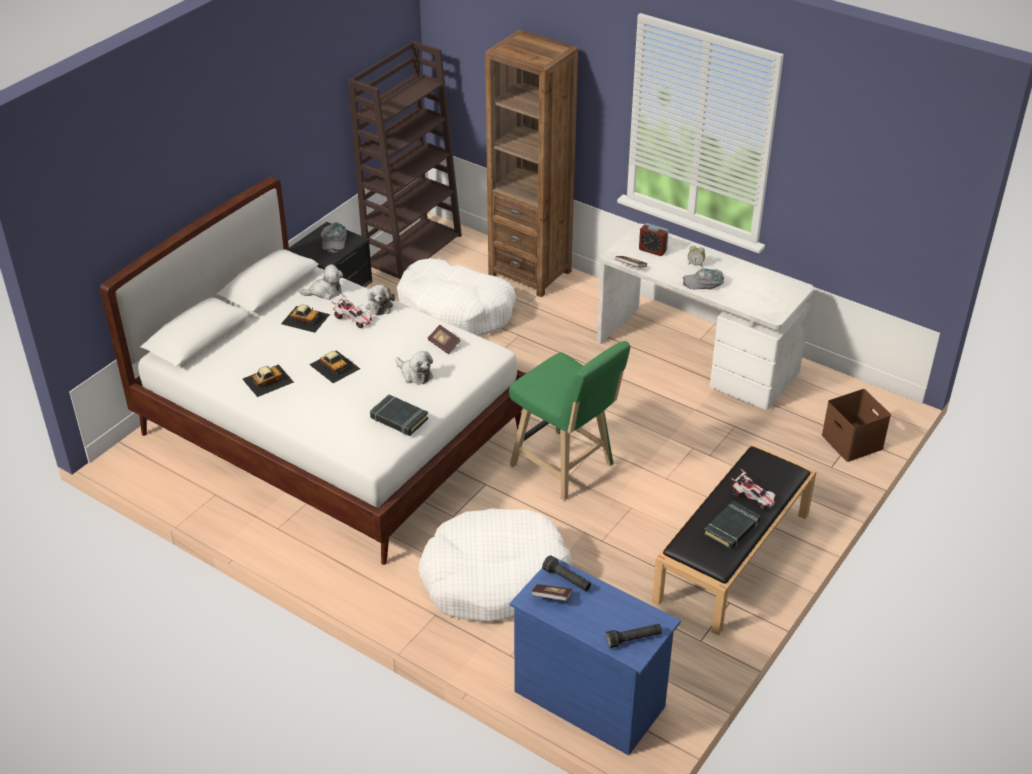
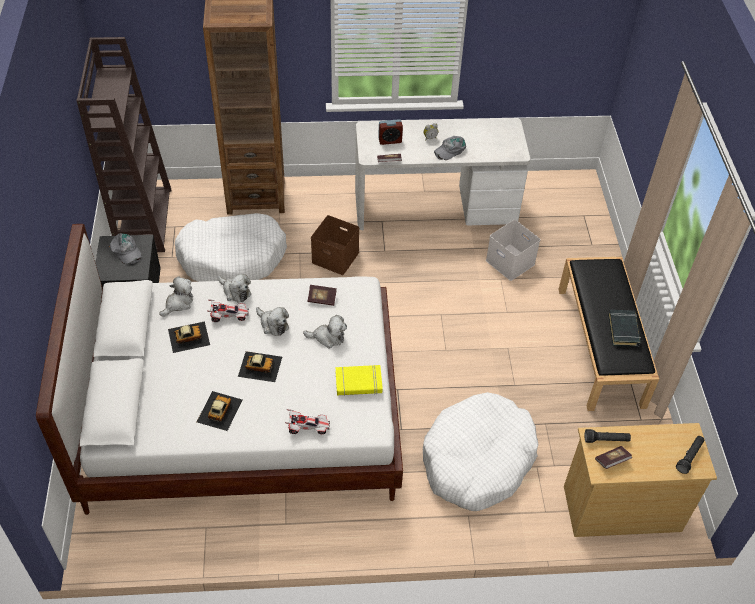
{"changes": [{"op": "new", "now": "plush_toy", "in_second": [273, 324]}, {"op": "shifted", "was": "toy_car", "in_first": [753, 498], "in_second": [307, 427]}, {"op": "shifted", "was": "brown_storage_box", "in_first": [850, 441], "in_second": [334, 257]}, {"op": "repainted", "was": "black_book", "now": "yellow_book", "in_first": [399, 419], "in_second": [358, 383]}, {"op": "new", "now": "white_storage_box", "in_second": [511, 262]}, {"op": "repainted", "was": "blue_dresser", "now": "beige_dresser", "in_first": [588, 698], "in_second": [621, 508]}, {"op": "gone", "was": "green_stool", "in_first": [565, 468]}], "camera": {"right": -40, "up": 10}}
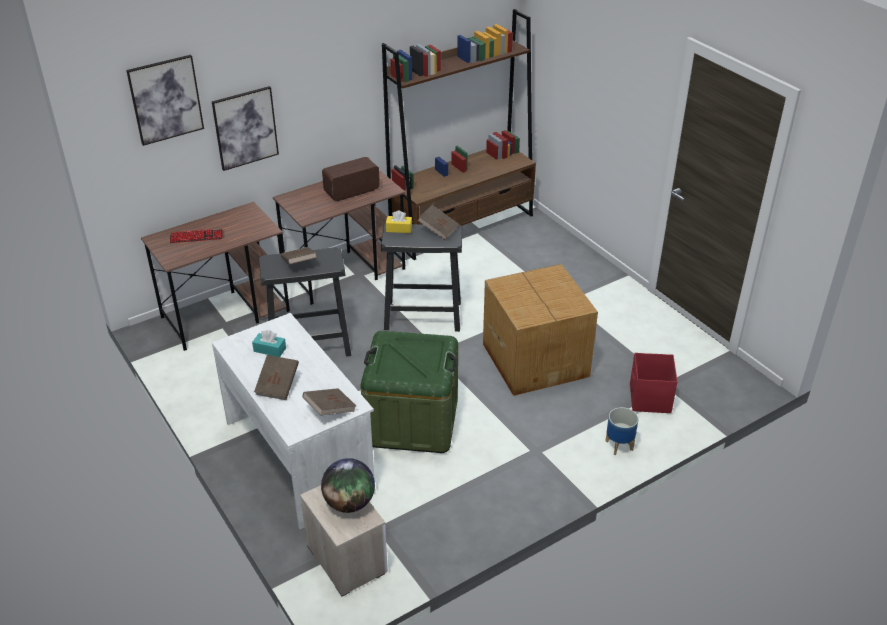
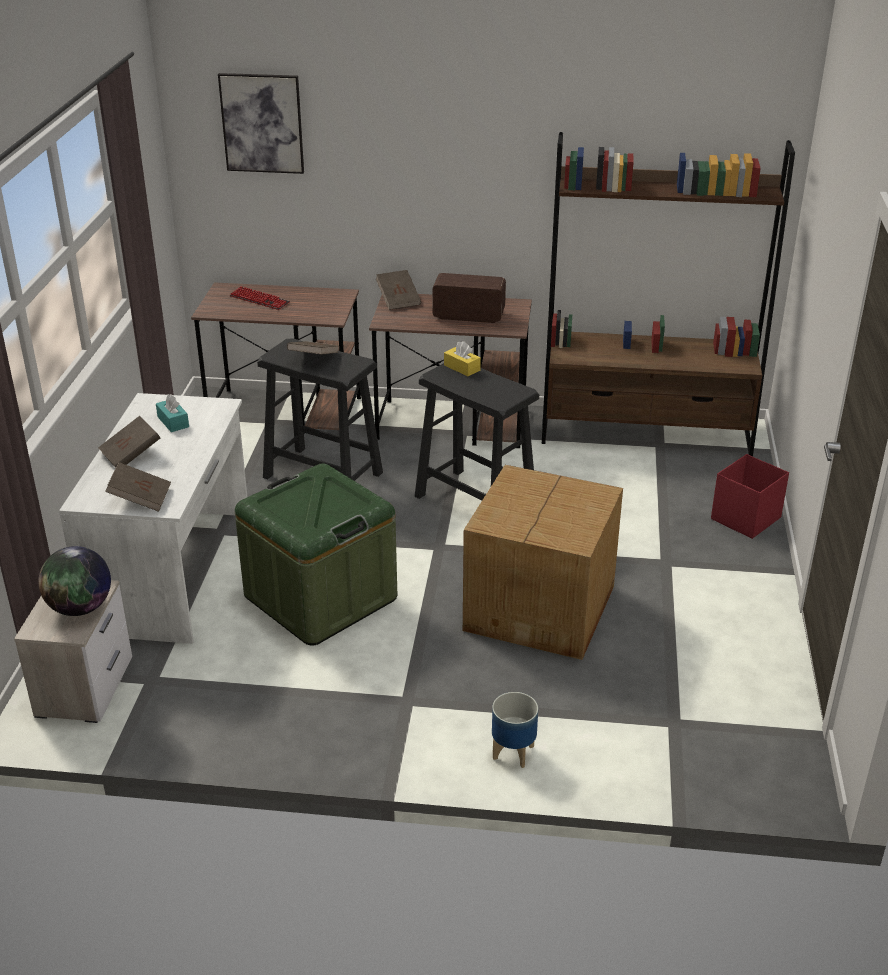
{"changes": [{"op": "shifted", "was": "brown_book", "in_first": [438, 230], "in_second": [398, 300]}, {"op": "shifted", "was": "red_storage_box", "in_first": [649, 399], "in_second": [744, 519]}, {"op": "gone", "was": "picture", "in_first": [245, 128]}], "camera": {"right": 40, "up": -5}}
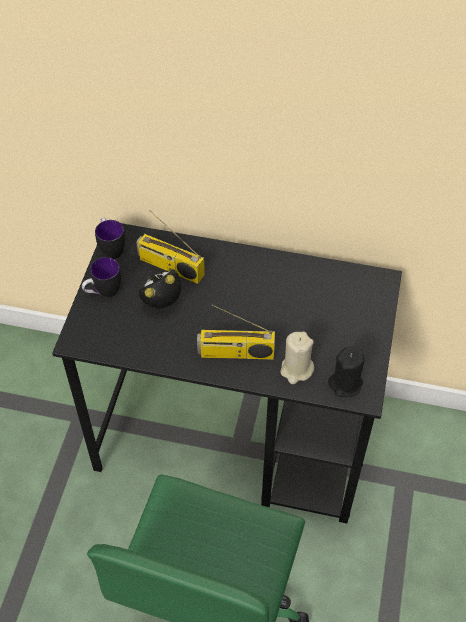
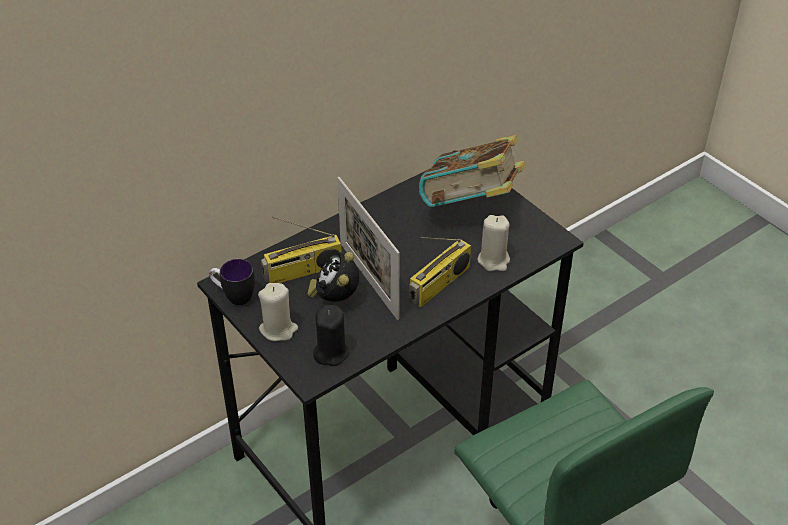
{"changes": [{"op": "swapped", "was": "mug", "now": "beige_candle", "in_first": [103, 293], "in_second": [278, 329]}, {"op": "shifted", "was": "black_candle", "in_first": [345, 384], "in_second": [331, 352]}, {"op": "new", "now": "picture_frame", "in_second": [368, 280]}, {"op": "new", "now": "book", "in_second": [471, 206]}], "camera": {"right": -50, "up": -10}}
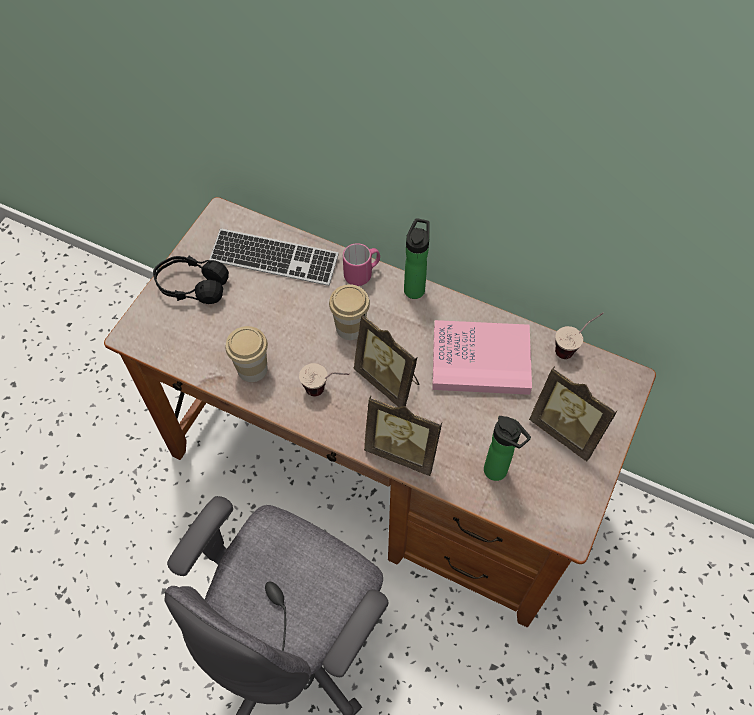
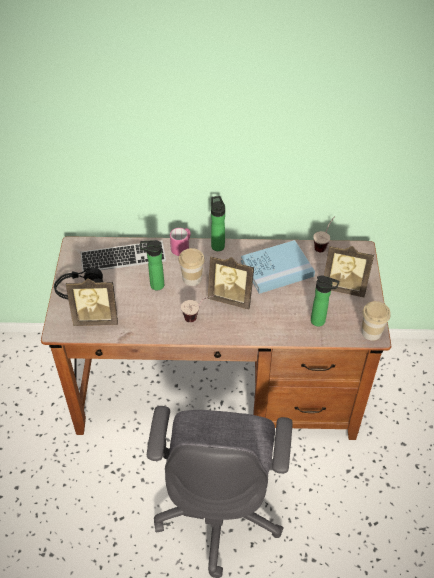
{"changes": [{"op": "shifted", "was": "picture_frame", "in_first": [403, 450], "in_second": [96, 318]}, {"op": "new", "now": "bottle", "in_second": [154, 285]}, {"op": "repainted", "was": "pink_book", "now": "blue_book", "in_first": [480, 360], "in_second": [277, 269]}, {"op": "shifted", "was": "cup", "in_first": [252, 369], "in_second": [371, 332]}], "camera": {"right": -25, "up": -10}}
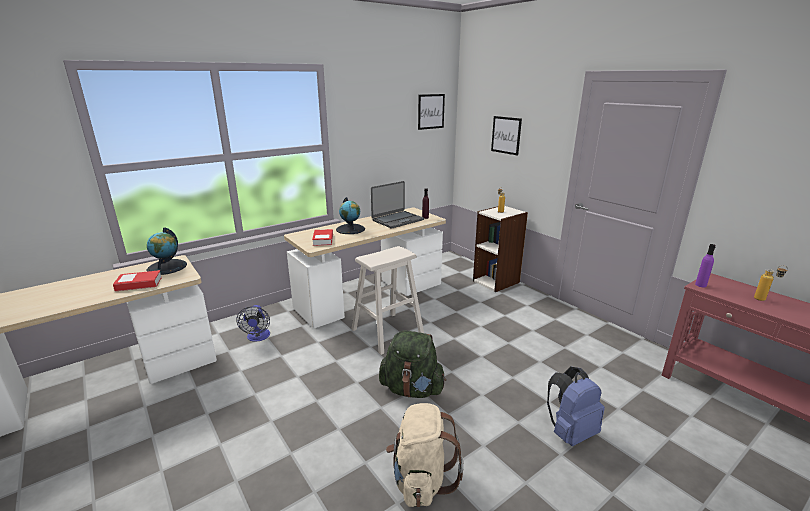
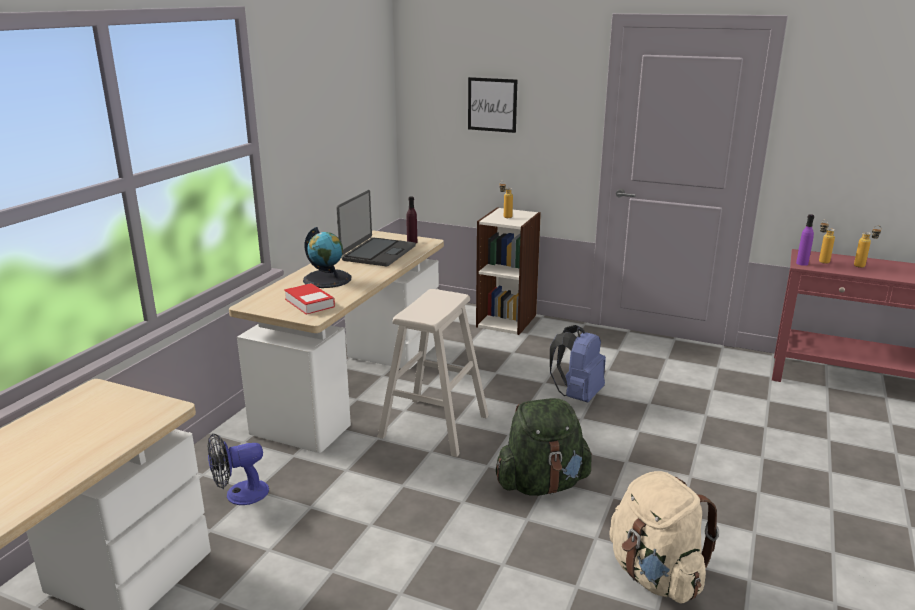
{"changes": [{"op": "rotated", "was": "fan", "in_first": [258, 337], "in_second": [239, 495], "clockwise": 105}, {"op": "shifted", "was": "blue_backpack", "in_first": [570, 432], "in_second": [577, 395]}, {"op": "new", "now": "bottle", "in_second": [821, 260]}, {"op": "gone", "was": "book", "in_first": [139, 284]}, {"op": "gone", "was": "globe", "in_first": [167, 267]}, {"op": "gone", "was": "picture", "in_first": [431, 111]}], "camera": {"right": -30, "up": 0}}
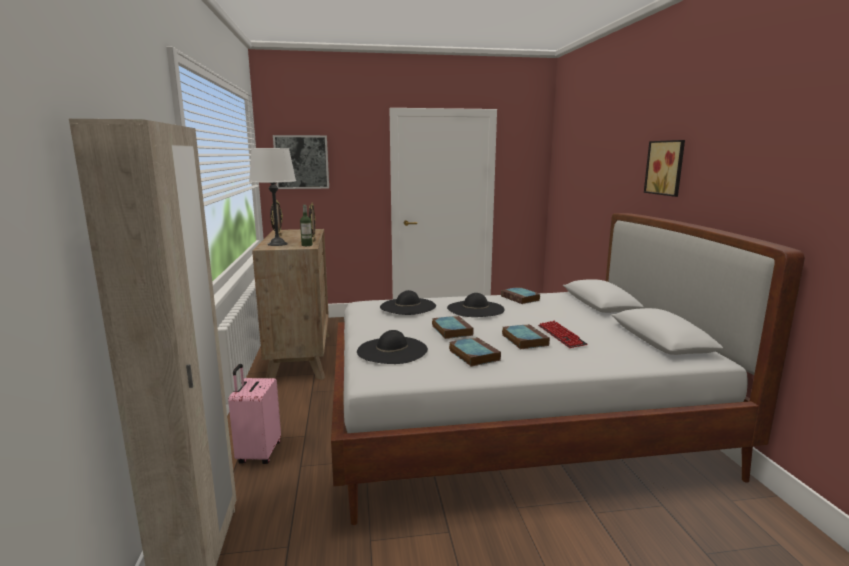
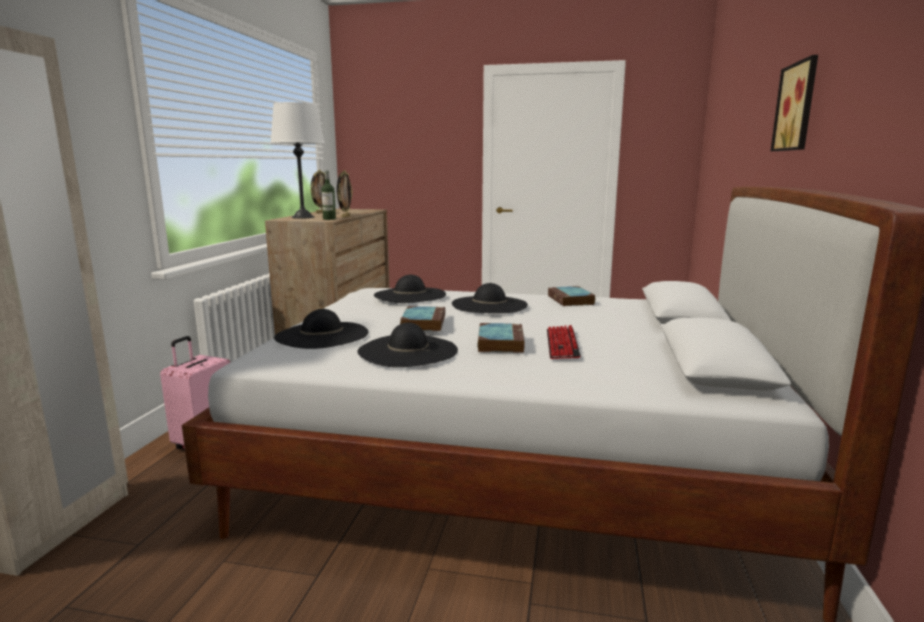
{"changes": [{"op": "swapped", "was": "book", "now": "black_hat", "in_first": [473, 355], "in_second": [407, 351]}, {"op": "gone", "was": "picture", "in_first": [301, 162]}], "camera": {"right": 20, "up": 0}}
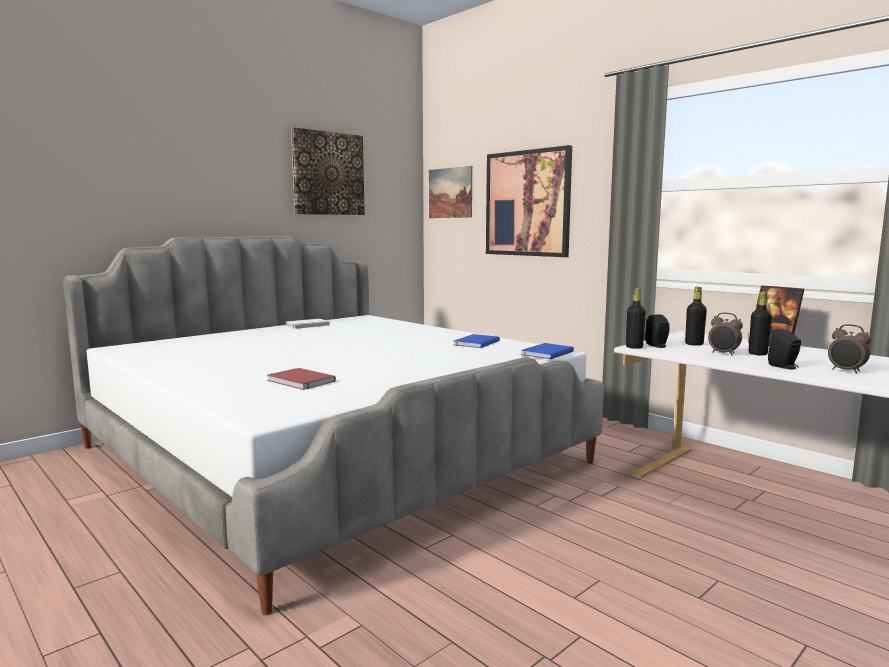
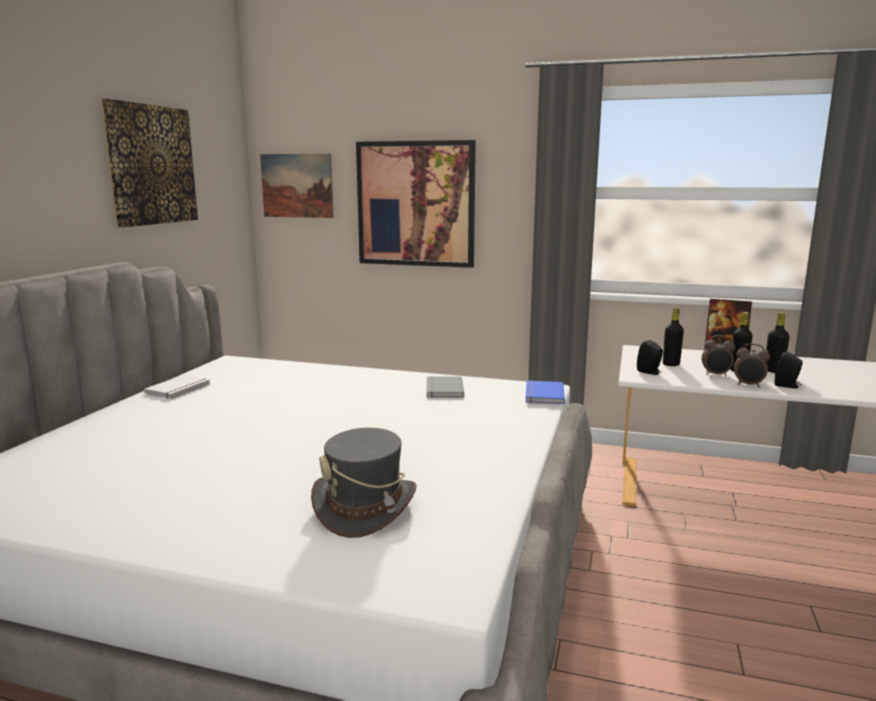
{"changes": [{"op": "swapped", "was": "red_book", "now": "grey_hat", "in_first": [299, 381], "in_second": [365, 507]}, {"op": "repainted", "was": "blue_book", "now": "grey_book", "in_first": [475, 343], "in_second": [442, 389]}, {"op": "shifted", "was": "alarm_clock", "in_first": [846, 371], "in_second": [748, 385]}, {"op": "shifted", "was": "black_bottle", "in_first": [634, 347], "in_second": [773, 371]}], "camera": {"right": -30, "up": 5}}
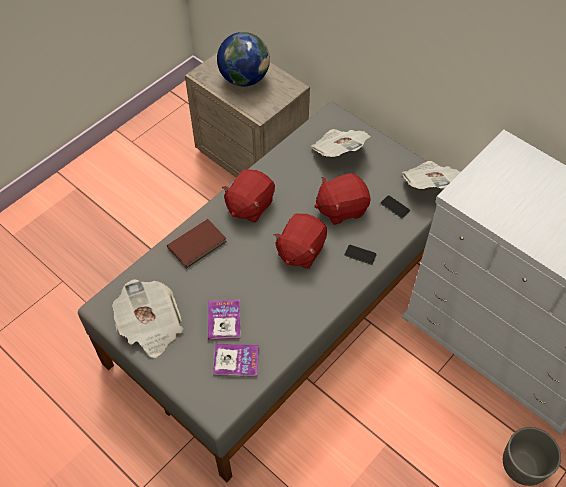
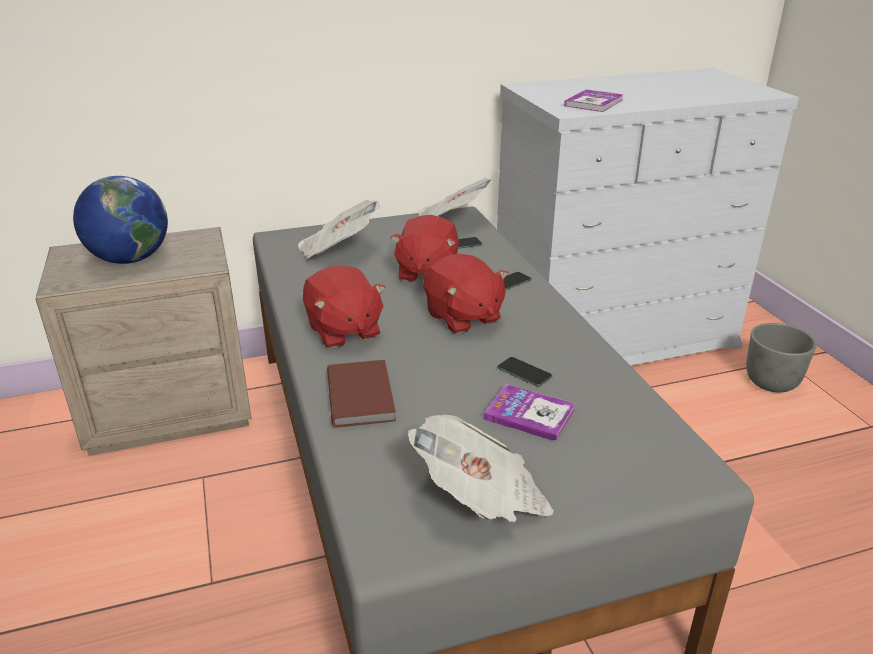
{"changes": [{"op": "new", "now": "phone", "in_second": [524, 372]}, {"op": "shifted", "was": "book", "in_first": [236, 361], "in_second": [594, 103]}], "camera": {"right": -60, "up": -25}}
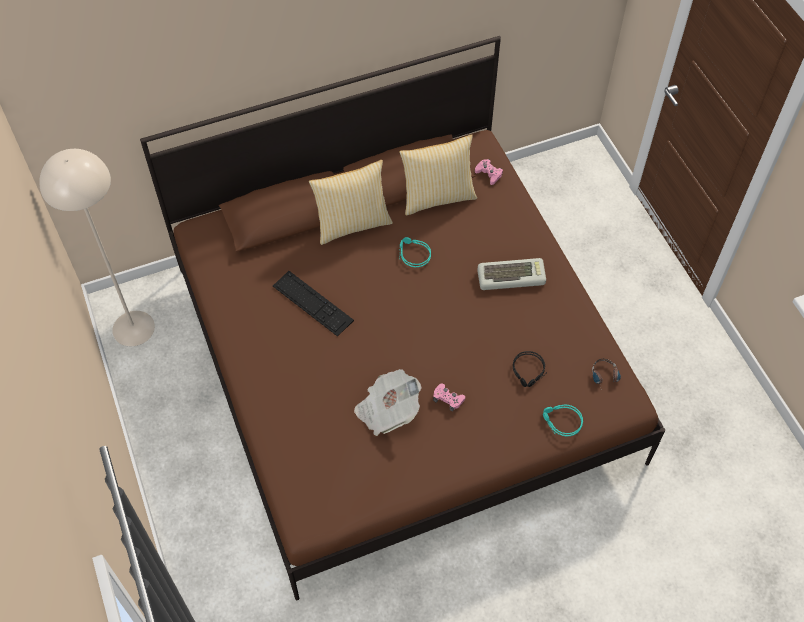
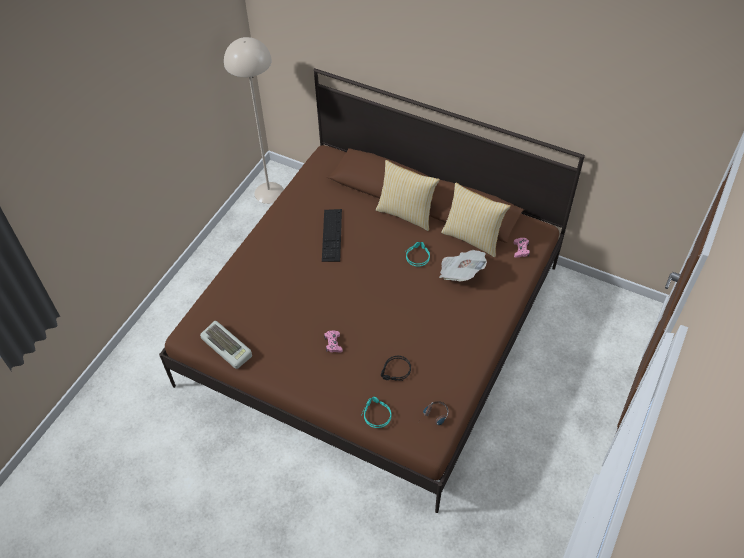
{"changes": [{"op": "shifted", "was": "keyboard", "in_first": [511, 276], "in_second": [228, 346]}, {"op": "shifted", "was": "newspaper", "in_first": [387, 410], "in_second": [460, 272]}], "camera": {"right": 50, "up": -5}}
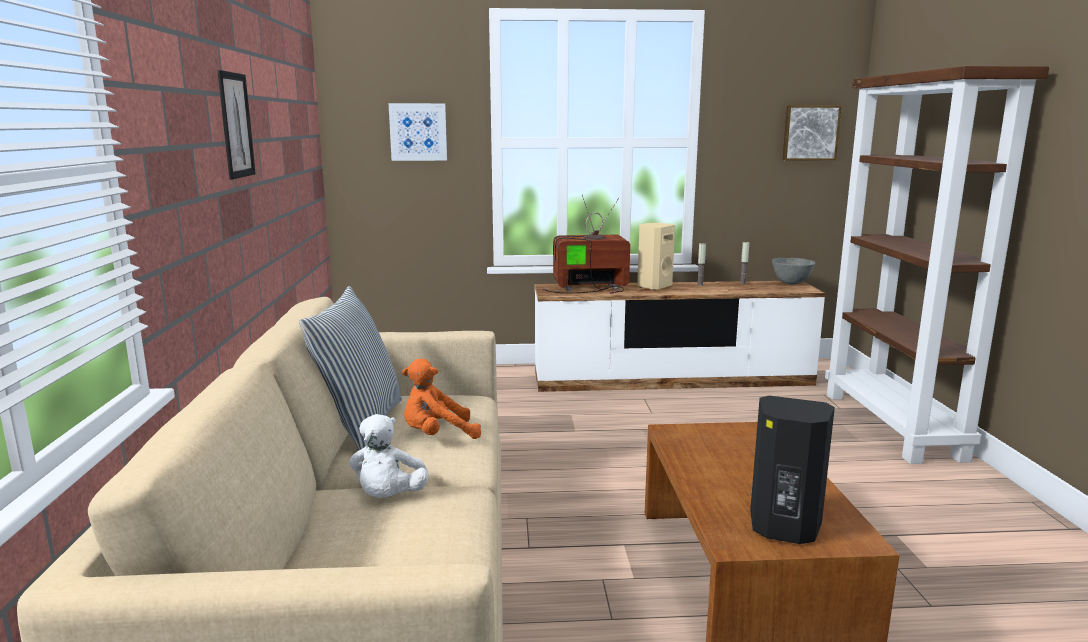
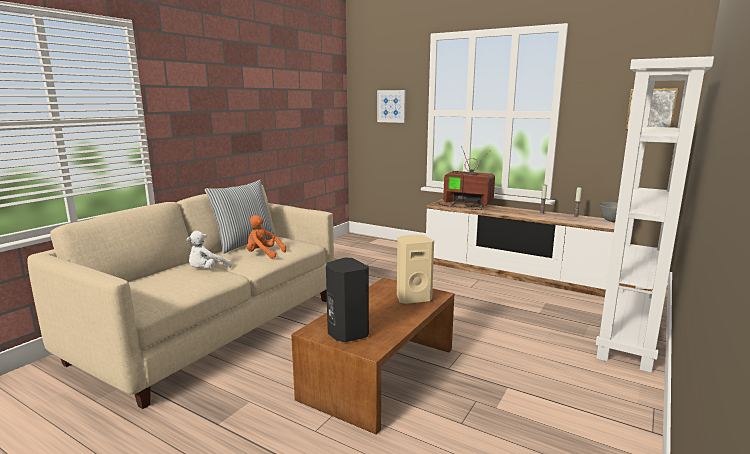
{"changes": [{"op": "shifted", "was": "beige_speaker", "in_first": [653, 286], "in_second": [413, 298]}, {"op": "repainted", "was": "brown_bookcase", "now": "white_bookcase", "in_first": [893, 425], "in_second": [630, 335]}, {"op": "gone", "was": "picture", "in_first": [236, 125]}], "camera": {"right": 35, "up": 0}}
